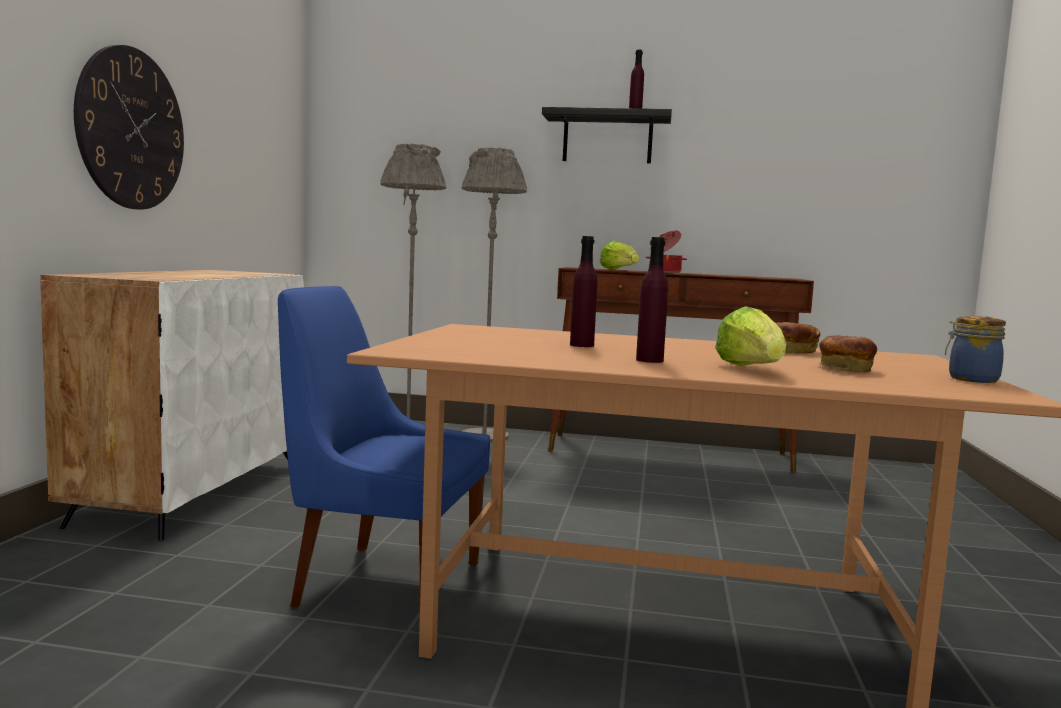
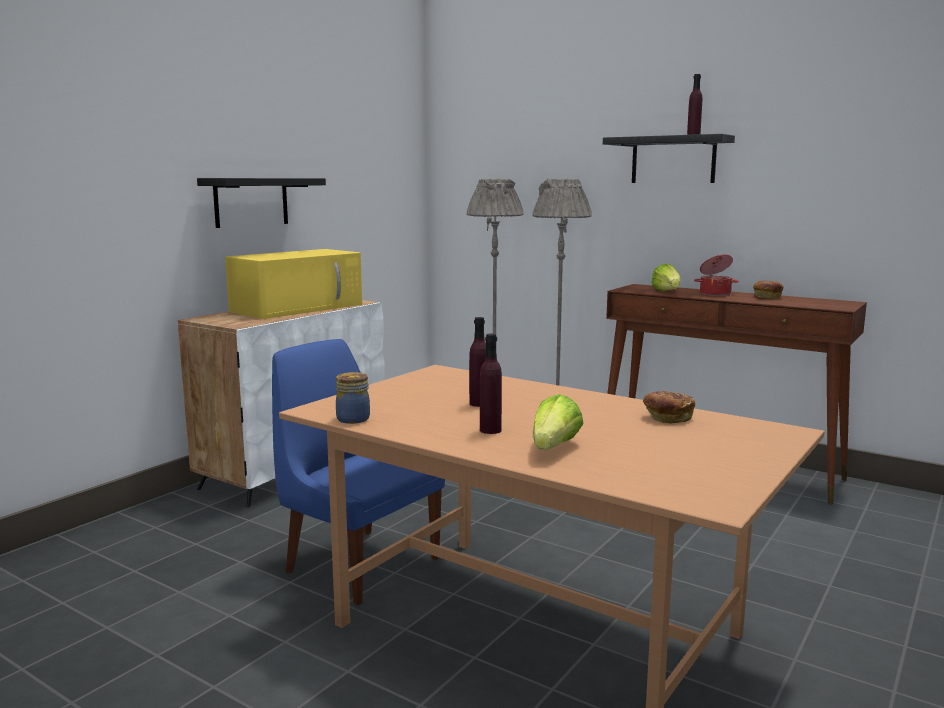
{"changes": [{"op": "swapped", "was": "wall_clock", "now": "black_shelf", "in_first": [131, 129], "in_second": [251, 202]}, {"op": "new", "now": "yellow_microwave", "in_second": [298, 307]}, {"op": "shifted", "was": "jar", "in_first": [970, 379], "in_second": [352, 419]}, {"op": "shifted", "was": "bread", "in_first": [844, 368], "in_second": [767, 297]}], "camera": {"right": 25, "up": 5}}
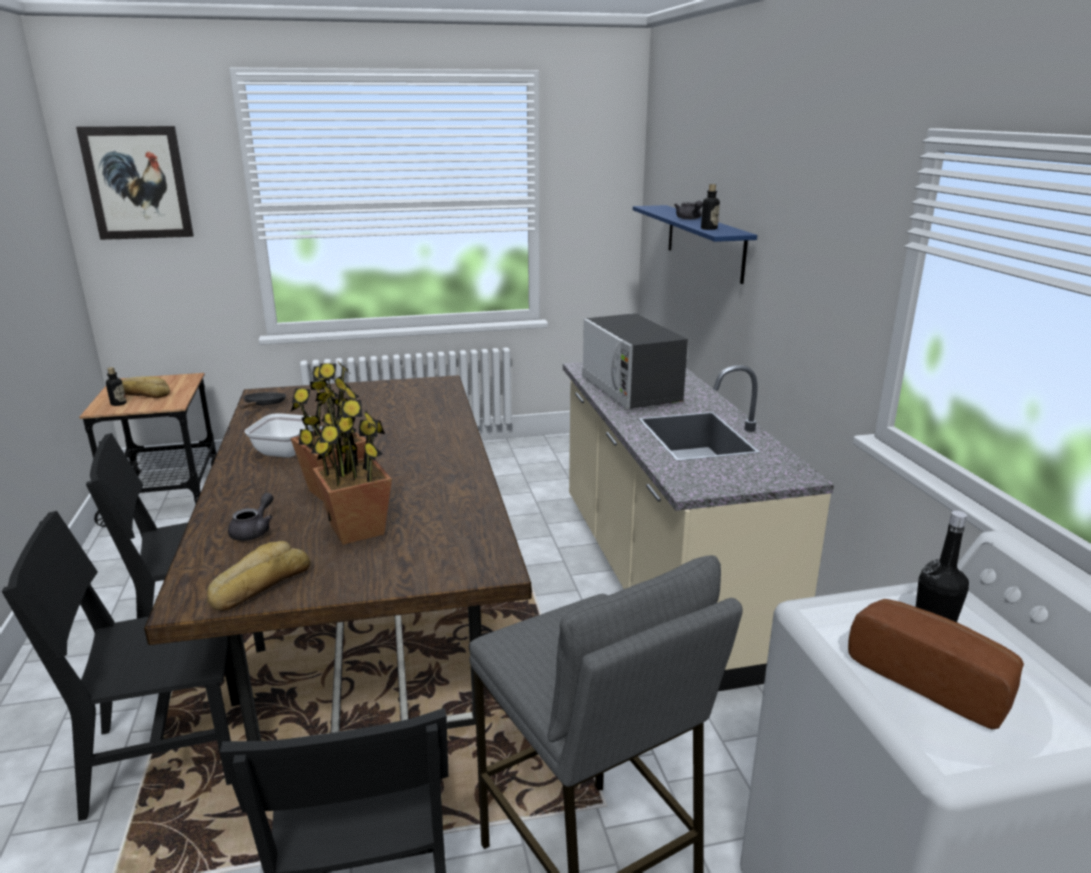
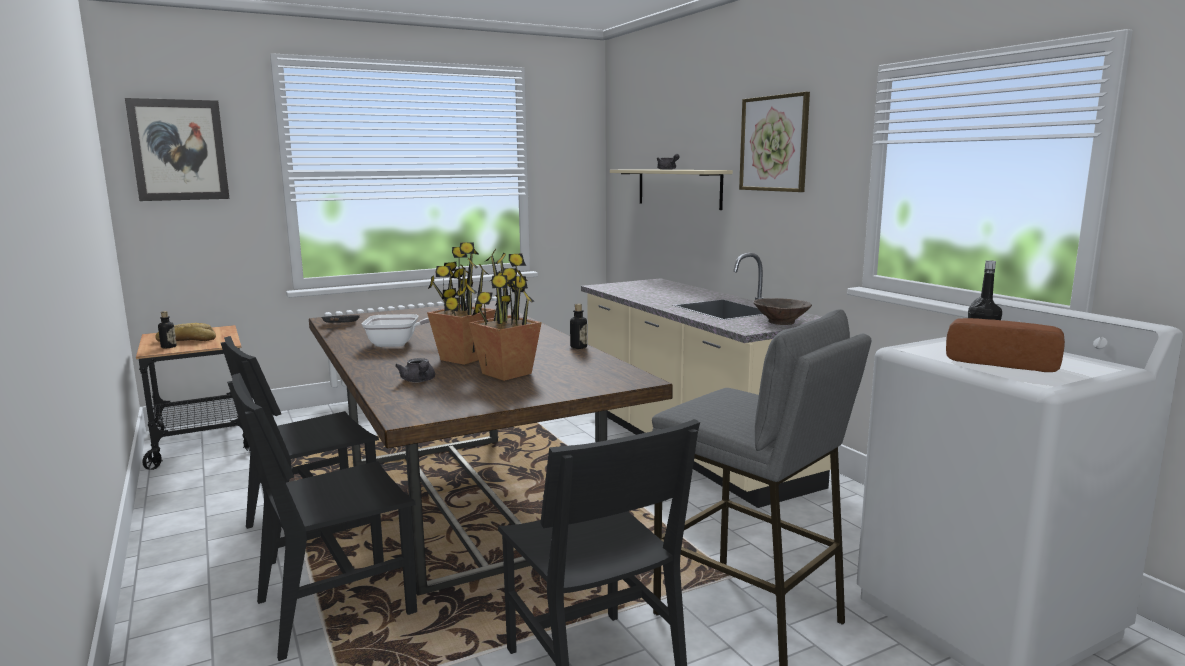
{"changes": [{"op": "rotated", "was": "grey_teapot", "in_first": [254, 531], "in_second": [419, 381], "clockwise": 150}, {"op": "shifted", "was": "bottle", "in_first": [709, 228], "in_second": [578, 347]}, {"op": "repainted", "was": "blue_shelf", "now": "beige_shelf", "in_first": [704, 241], "in_second": [678, 188]}, {"op": "new", "now": "picture", "in_second": [774, 143]}, {"op": "new", "now": "brown_bowl", "in_second": [781, 322]}, {"op": "gone", "was": "bread", "in_first": [258, 584]}, {"op": "gone", "was": "microwave", "in_first": [631, 390]}], "camera": {"right": -15, "up": -10}}
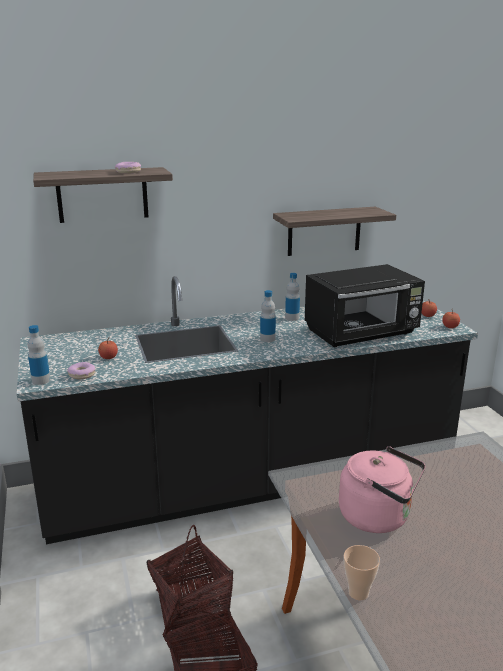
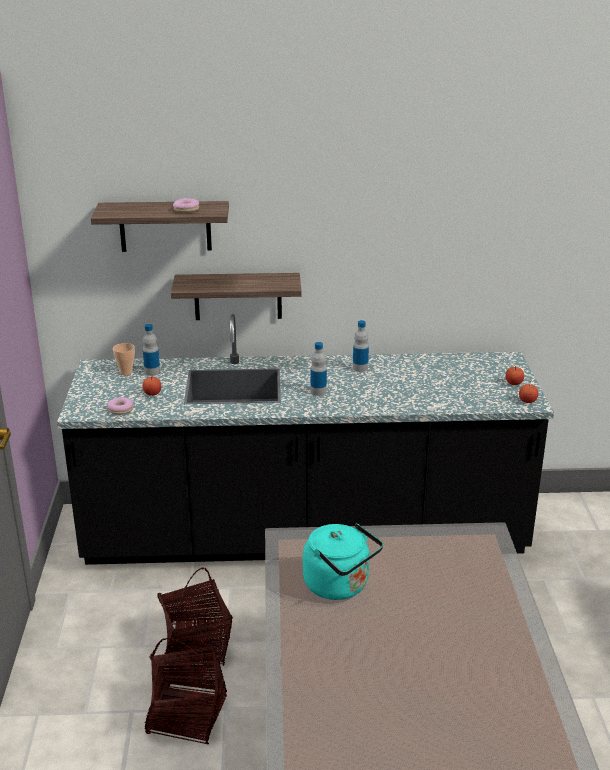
{"changes": [{"op": "shifted", "was": "cup", "in_first": [358, 592], "in_second": [126, 372]}, {"op": "shifted", "was": "bottle", "in_first": [41, 380], "in_second": [152, 372]}, {"op": "shifted", "was": "shelf", "in_first": [324, 231], "in_second": [238, 296]}, {"op": "repainted", "was": "pink_kettle", "now": "turquoise_kettle", "in_first": [378, 517], "in_second": [340, 586]}, {"op": "gone", "was": "black_microwave", "in_first": [362, 333]}], "camera": {"right": 15, "up": 5}}
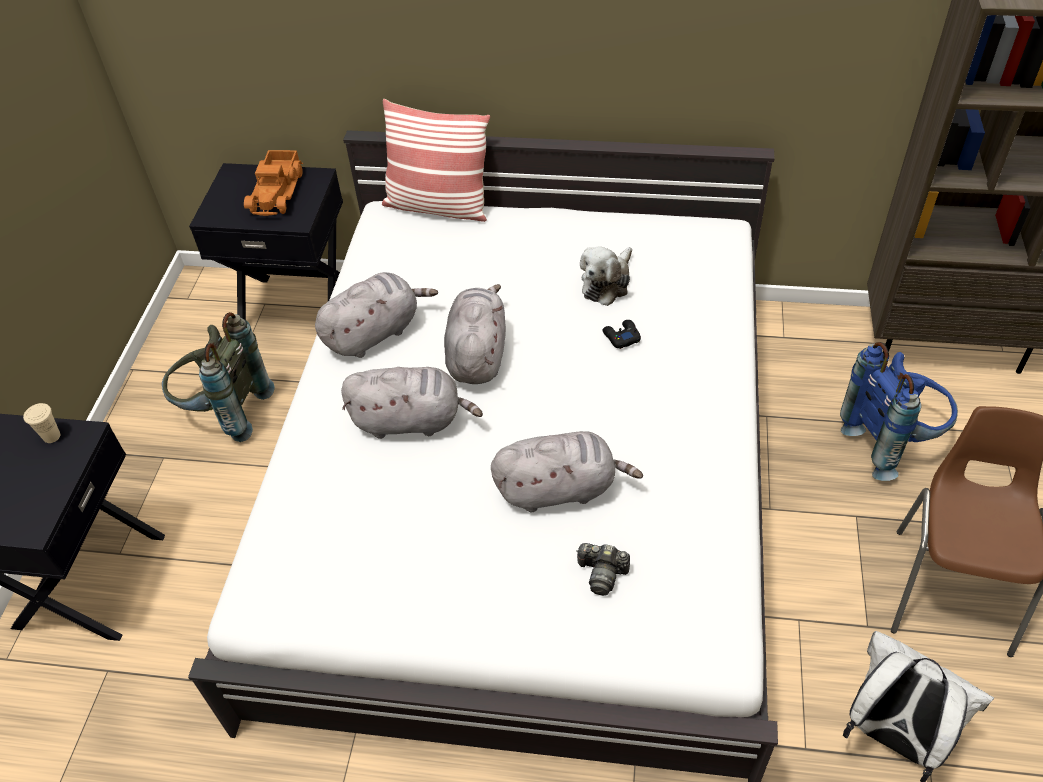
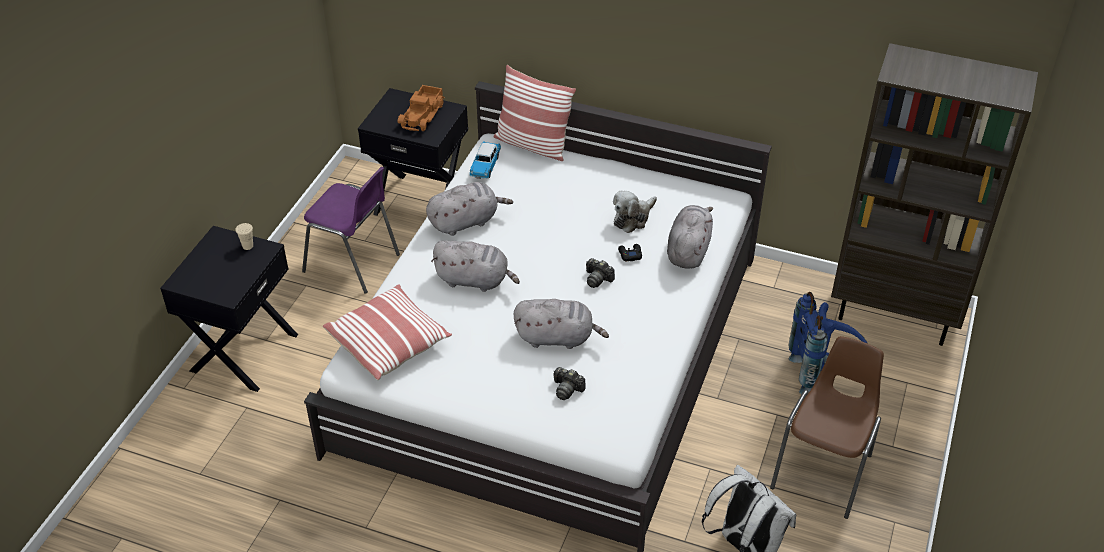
{"changes": [{"op": "swapped", "was": "grey_backpack", "now": "purple_chair", "in_first": [224, 412], "in_second": [353, 264]}, {"op": "new", "now": "pillow", "in_second": [389, 343]}, {"op": "new", "now": "toy_car", "in_second": [485, 166]}, {"op": "new", "now": "photo_camera", "in_second": [597, 279]}, {"op": "shifted", "was": "grey_plush_toy", "in_first": [477, 354], "in_second": [688, 250]}], "camera": {"right": 10, "up": -5}}
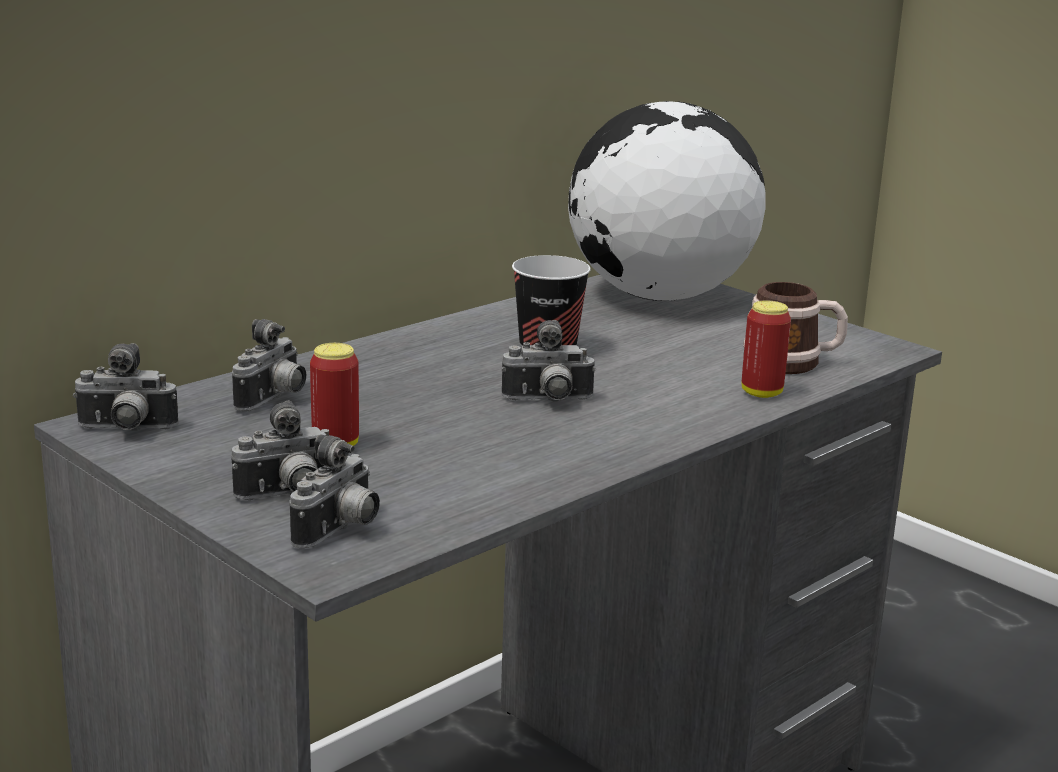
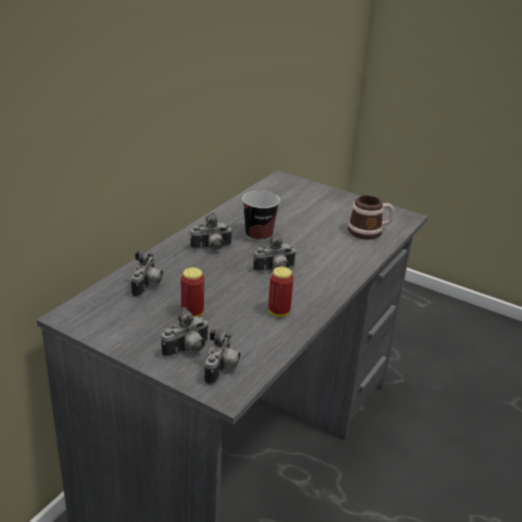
{"changes": [{"op": "shifted", "was": "photo_camera", "in_first": [126, 430], "in_second": [211, 248]}, {"op": "shifted", "was": "can", "in_first": [761, 393], "in_second": [279, 312]}, {"op": "gone", "was": "globe", "in_first": [658, 296]}], "camera": {"right": -15, "up": 10}}
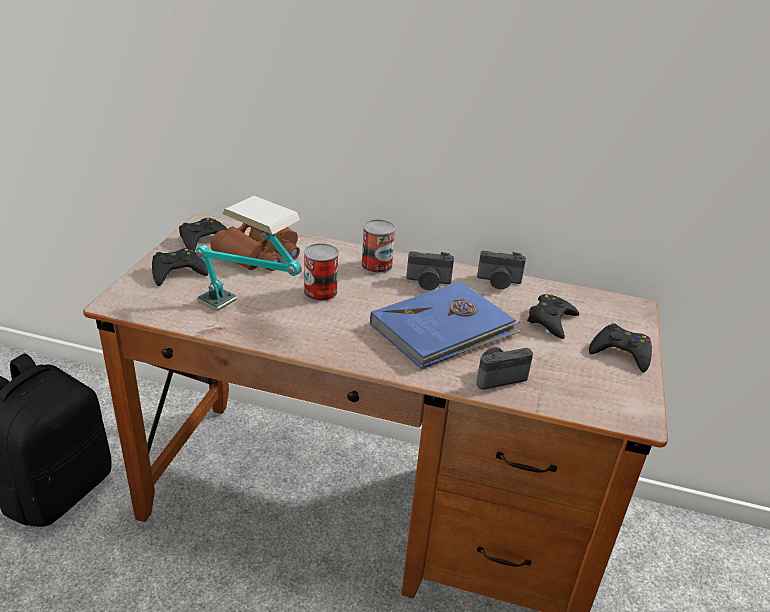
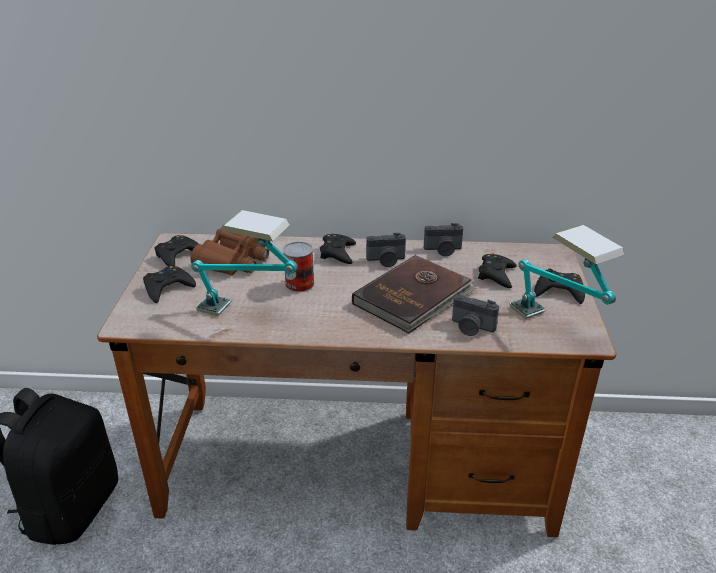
{"changes": [{"op": "swapped", "was": "can", "now": "black_game_controller", "in_first": [376, 265], "in_second": [337, 253]}, {"op": "repainted", "was": "blue_book", "now": "brown_book", "in_first": [444, 329], "in_second": [414, 297]}, {"op": "rotated", "was": "photo_camera", "in_first": [498, 376], "in_second": [471, 328], "clockwise": -120}, {"op": "new", "now": "table_lamp", "in_second": [554, 331]}], "camera": {"right": -10, "up": 0}}
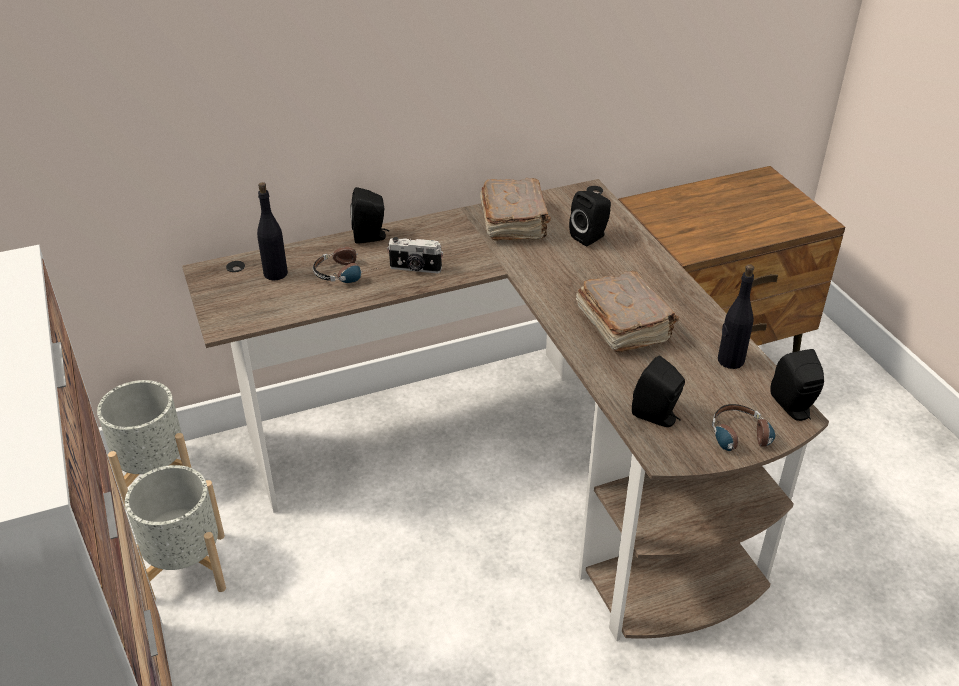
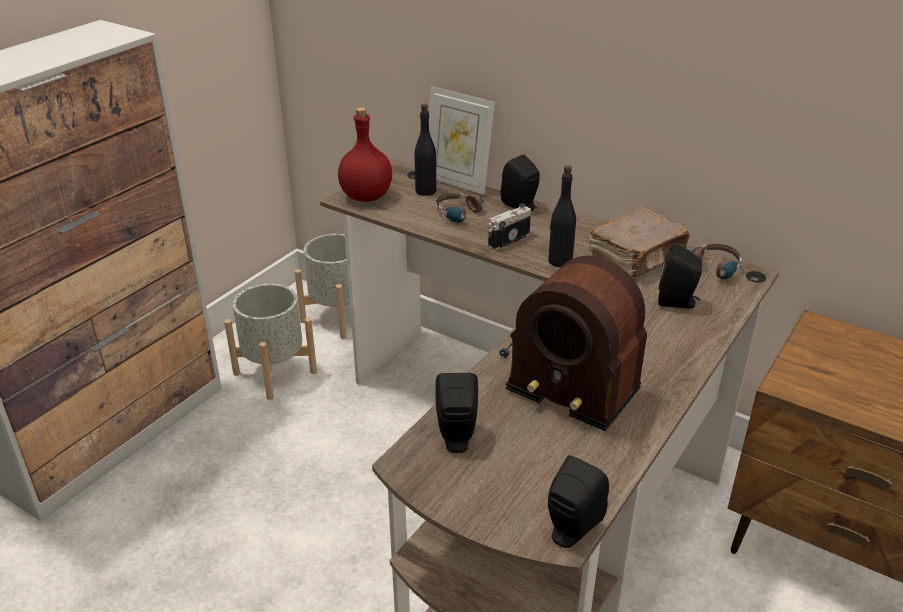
{"changes": [{"op": "new", "now": "red_bottle", "in_second": [365, 196]}, {"op": "new", "now": "picture_frame", "in_second": [457, 182]}, {"op": "rotated", "was": "photo_camera", "in_first": [415, 269], "in_second": [507, 239], "clockwise": 75}, {"op": "swapped", "was": "brown_book", "now": "radio", "in_first": [623, 325], "in_second": [568, 369]}, {"op": "shifted", "was": "black_bottle", "in_first": [730, 360], "in_second": [560, 261]}, {"op": "shifted", "was": "headphones", "in_first": [743, 443], "in_second": [710, 271]}], "camera": {"right": 55, "up": -5}}
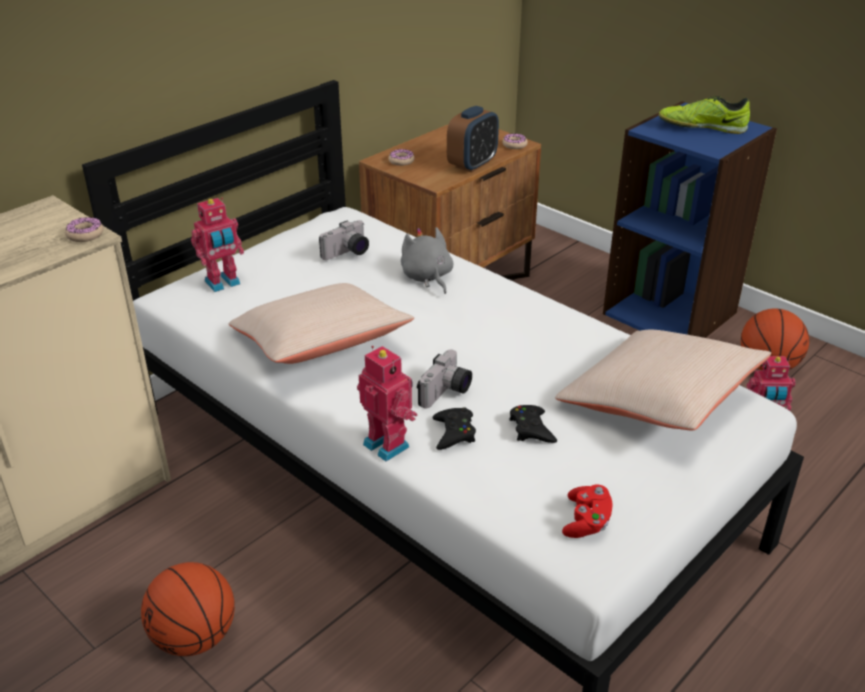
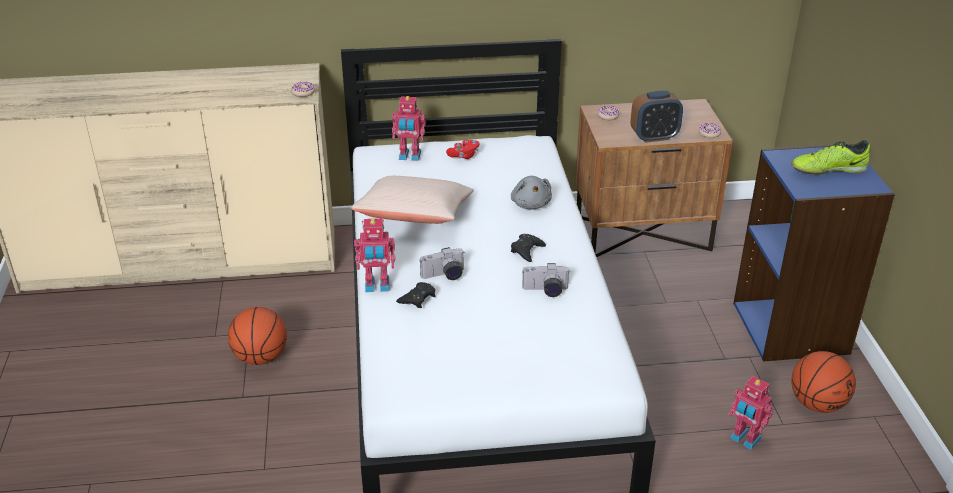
{"changes": [{"op": "rotated", "was": "toy_robot", "in_first": [388, 444], "in_second": [377, 286], "clockwise": 90}, {"op": "shifted", "was": "red_game_controller", "in_first": [586, 521], "in_second": [464, 155]}, {"op": "rotated", "was": "grey_plush_toy", "in_first": [427, 277], "in_second": [530, 204], "clockwise": 150}, {"op": "shifted", "was": "black_game_controller", "in_first": [531, 429], "in_second": [527, 250]}, {"op": "shifted", "was": "photo_camera", "in_first": [347, 253], "in_second": [545, 291]}, {"op": "rotated", "was": "shoe", "in_first": [702, 127], "in_second": [828, 170], "clockwise": -60}, {"op": "gone", "was": "beige_pillow", "in_first": [658, 401]}], "camera": {"right": 40, "up": 0}}
